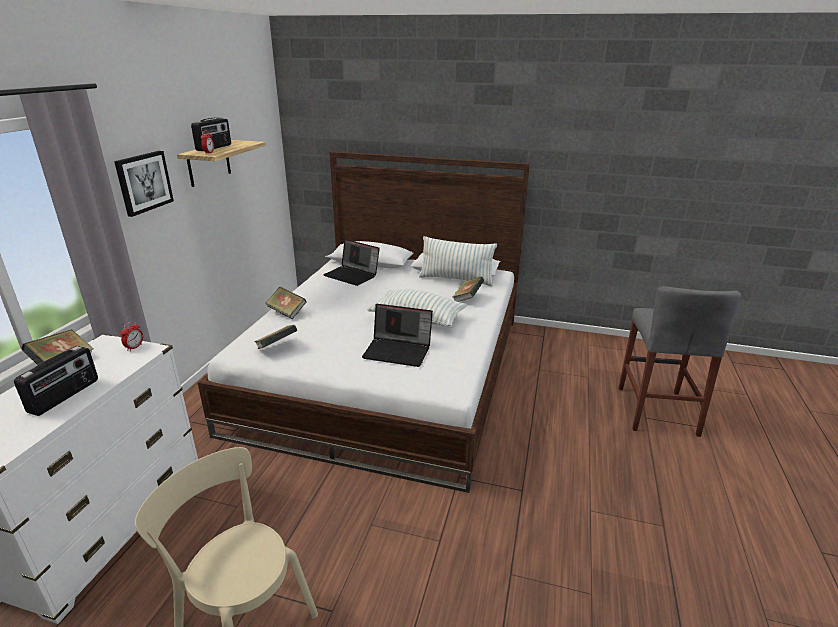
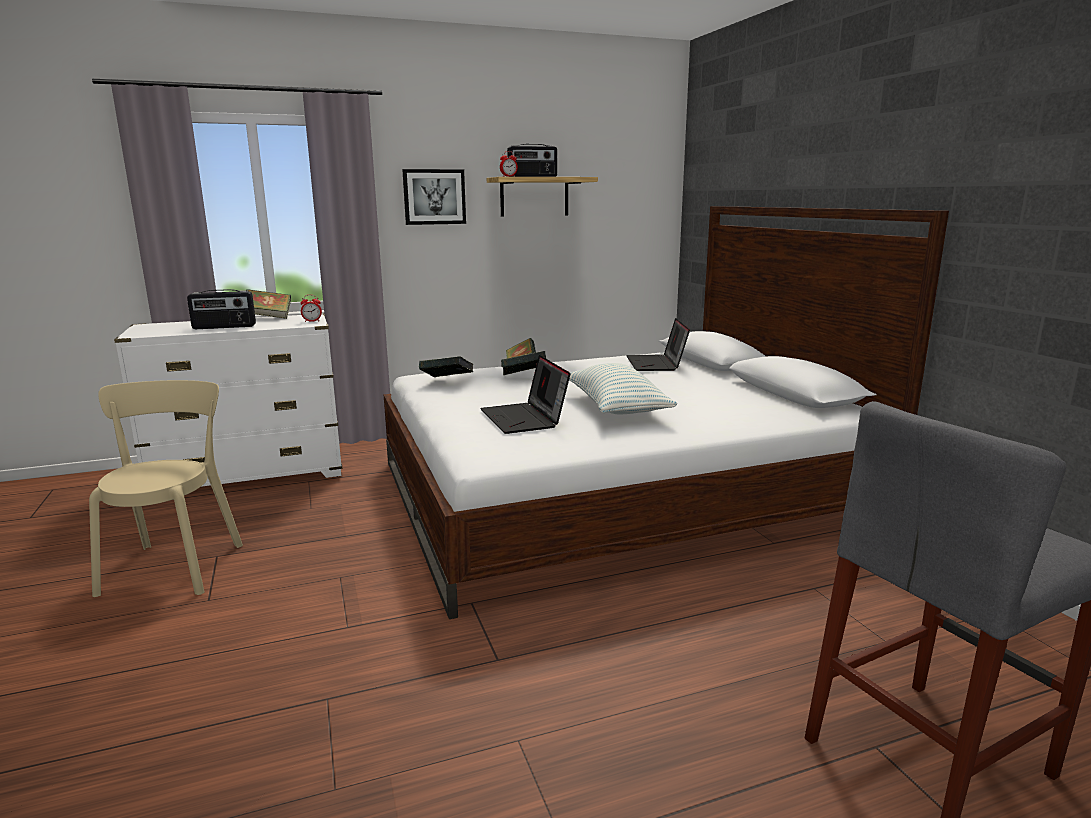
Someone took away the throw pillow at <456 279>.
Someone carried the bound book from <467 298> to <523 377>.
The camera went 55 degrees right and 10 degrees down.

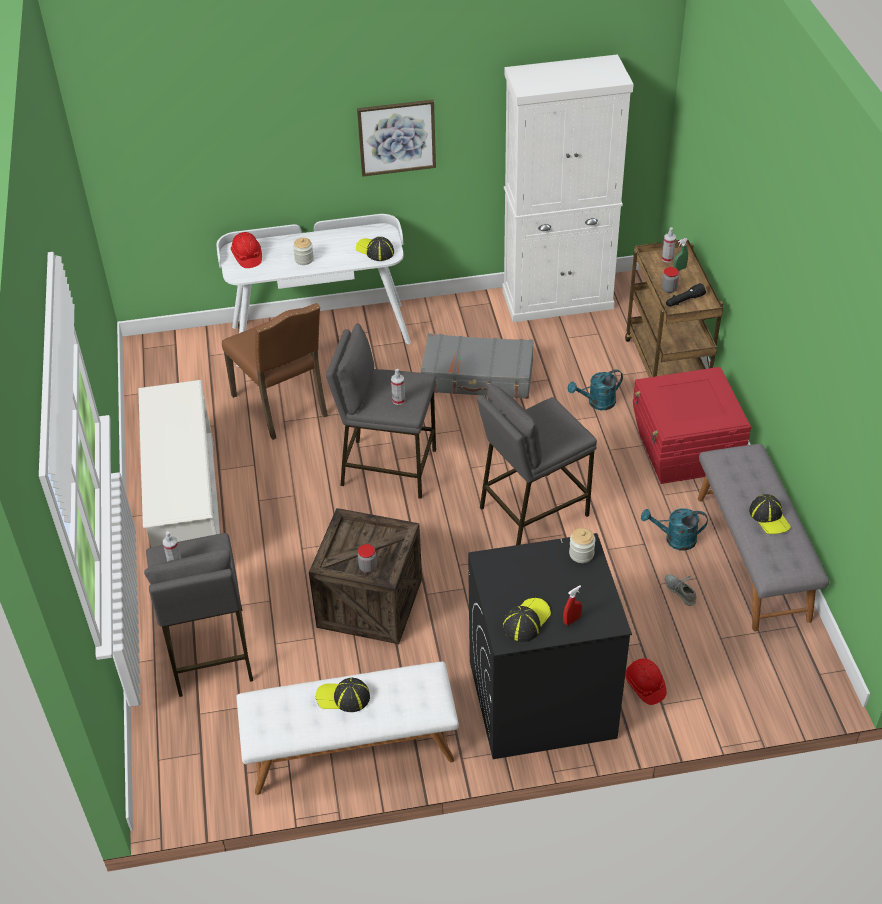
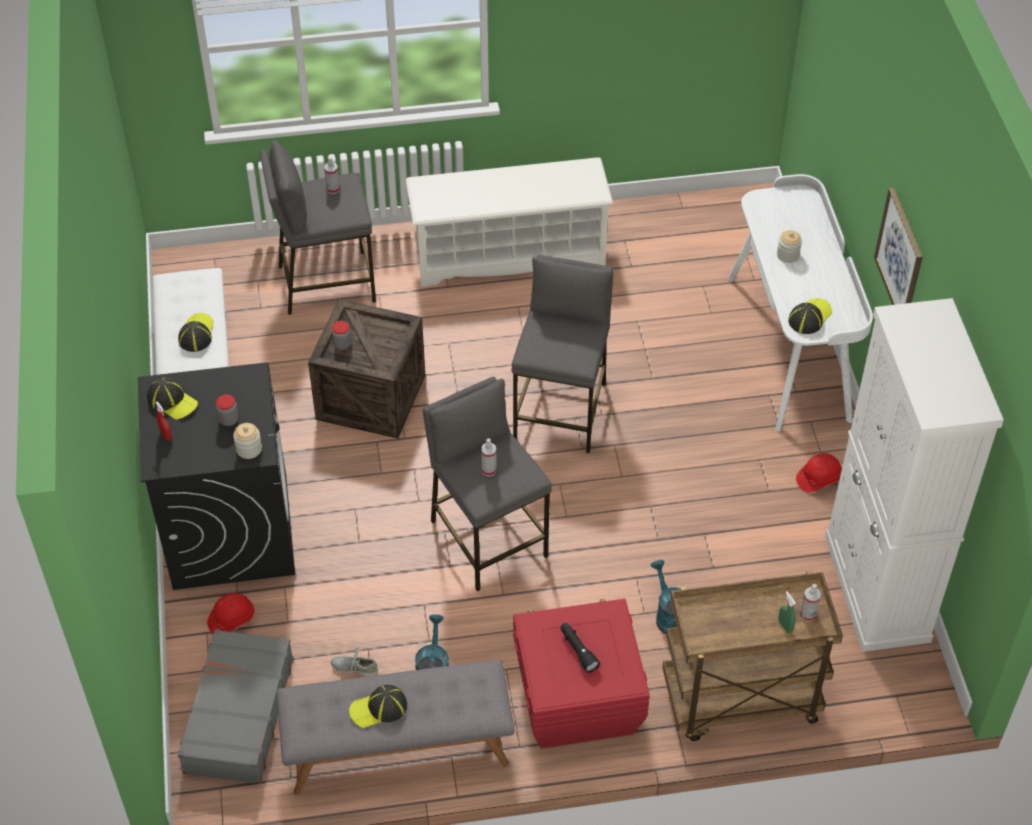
Someone carried the red-coloured work helmet from <247 257> to <818 479>.
Someone carried the storage jar from <669 289> to <229 420>.
Someone carried the black flashlight from <684 301> to <578 650>.
Someone took away the brown upright chair at <282 406>.
Someone carried the greyish piece of luggage from <478 377> to <238 715>.
Someone carried the spray bottle from <398 400> to <489 470>.
Someone rotated the greyish shoe at <680 591> by 135 degrees counterclockwise.
The camera went 90 degrees right and 5 degrees up.

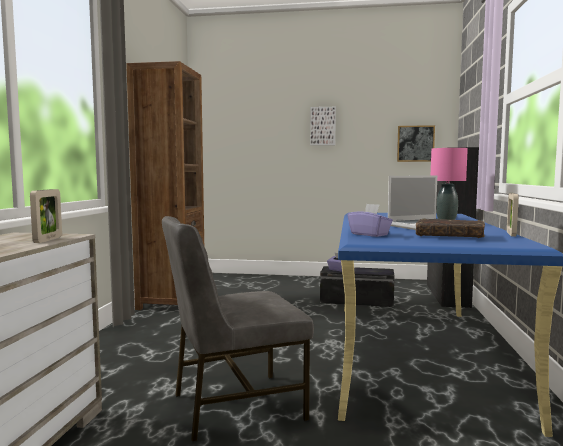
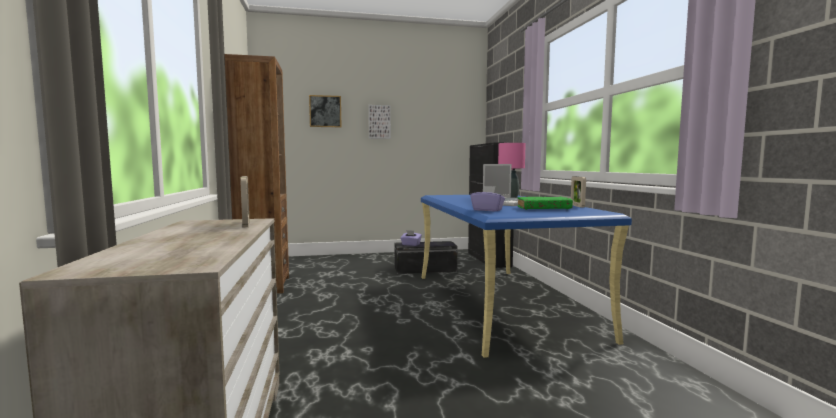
Someone carried the wall picture from <415 143> to <325 111>.
Someone took away the greyish upright chair at <235 406>.
Someone repainted the brown bound book at <449 236>, which became the green bound book at <543 209>.
The camera went 20 degrees left and 0 degrees up.

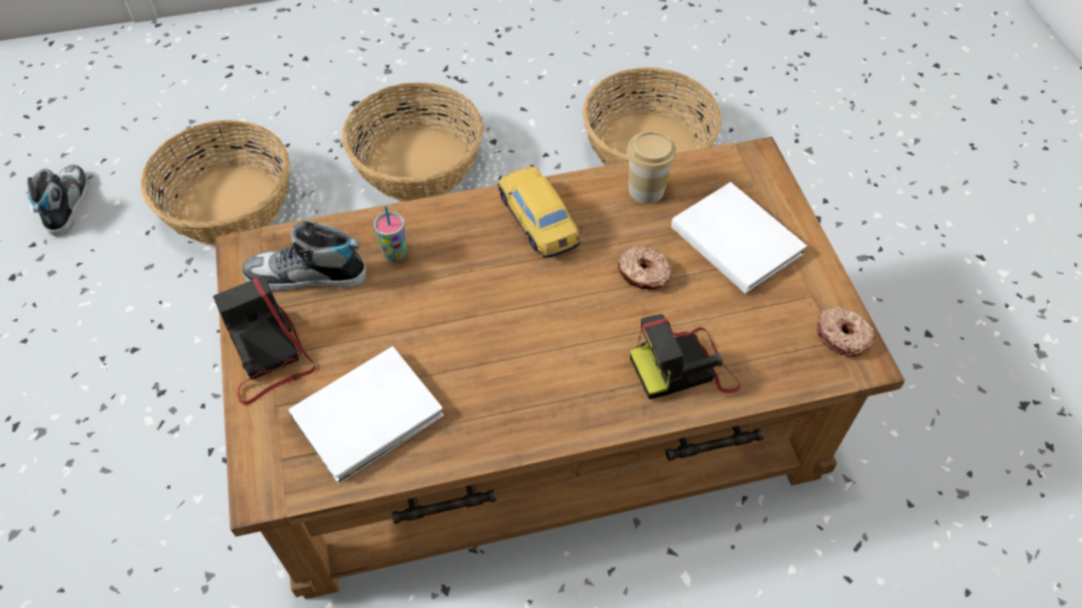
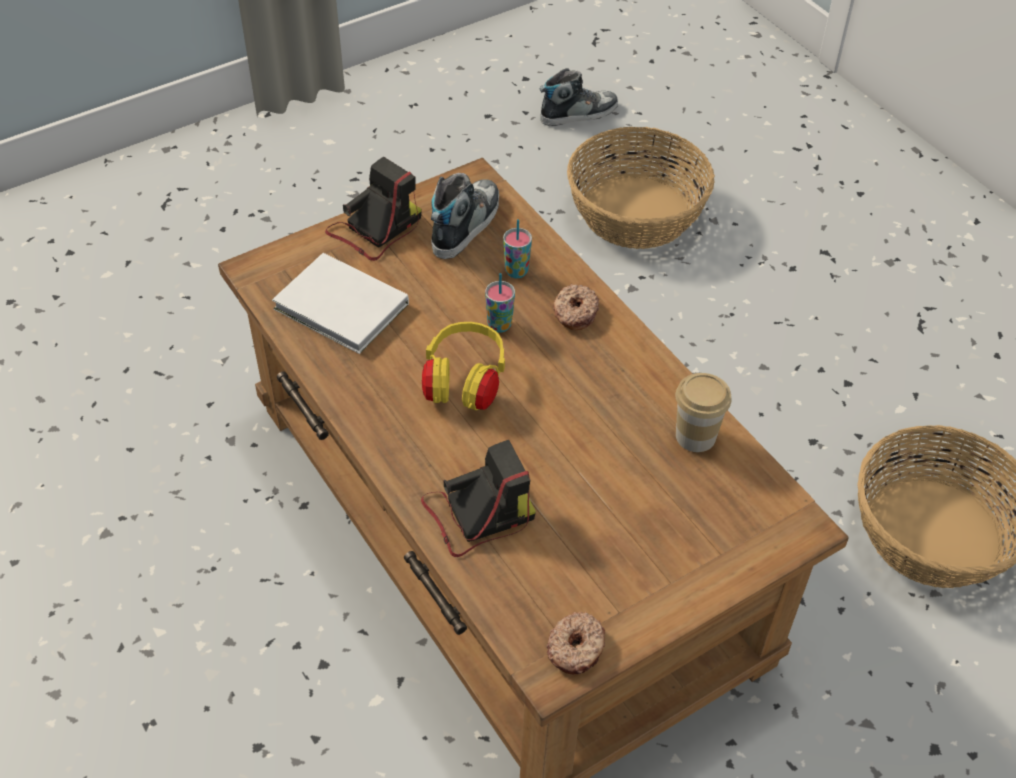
Someone took away the basket at <419 165>.
Someone took away the model car at <538 222>.
Someone took away the white bound book at <735 237>.
Someone rotated the shoe at <306 276> by 45 degrees clockwise.
Someone carried the ring doughnut from <643 274> to <574 313>.
Someone rotated the photo camera at <684 368> by 105 degrees clockwise.
Someone put down the drinking cup at <499 325>.
Someone put down the yellowish pair of headphones at <464 383>.
The camera went 70 degrees right and 5 degrees down.

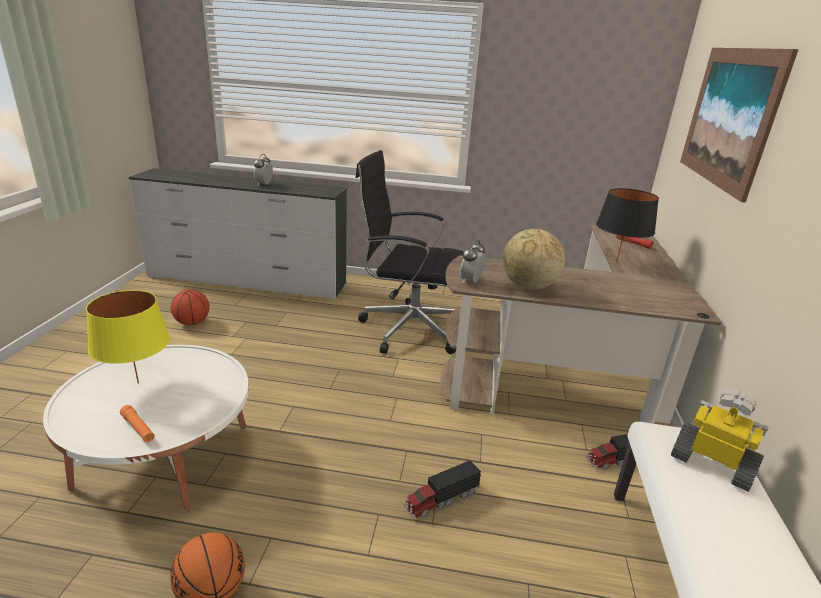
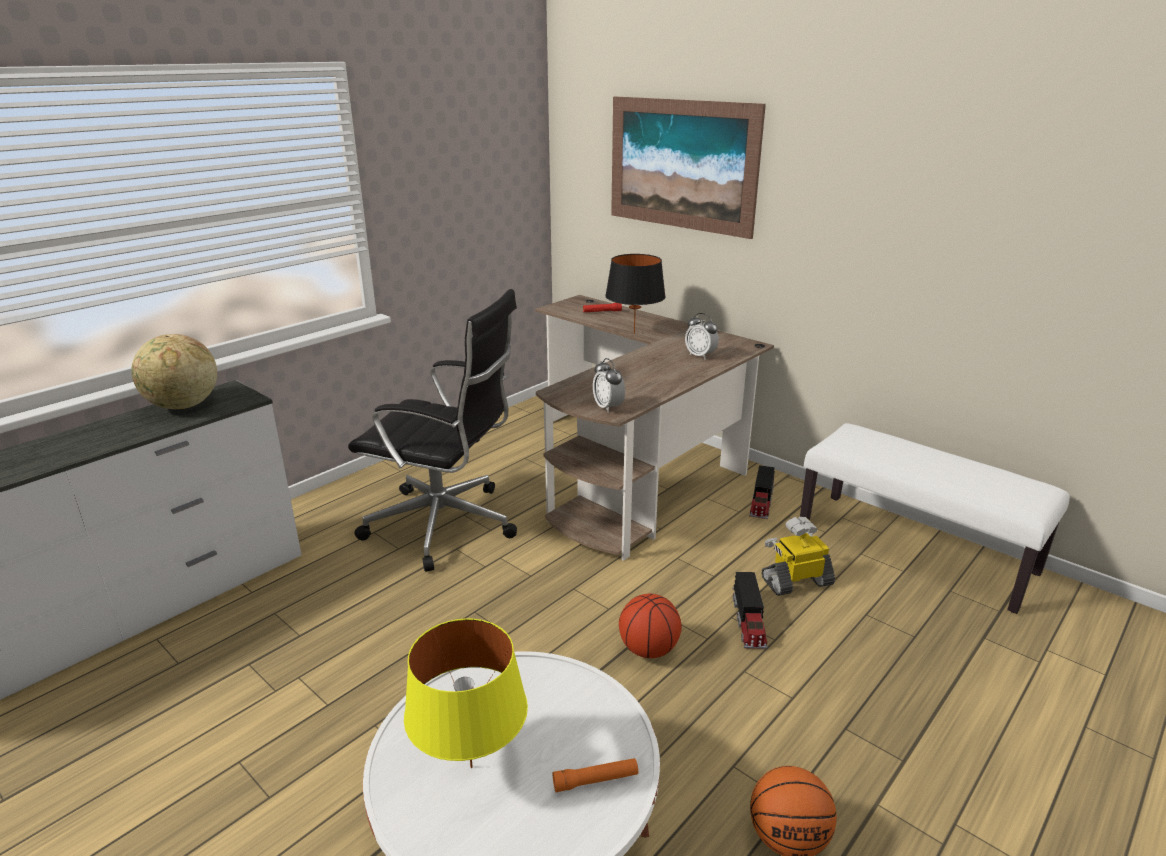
Someone rotated the black office chair at <408 328> by 120 degrees counterclockwise.
Someone carried the alarm clock from <264 184> to <700 355>.
Someone carried the desk globe from <528 286> to <183 406>.
Someone carried the basketball from <192 323> to <649 650>.
Someone carried the robot figure from <712 464> to <796 581>.
The camera went 55 degrees left and 0 degrees up.

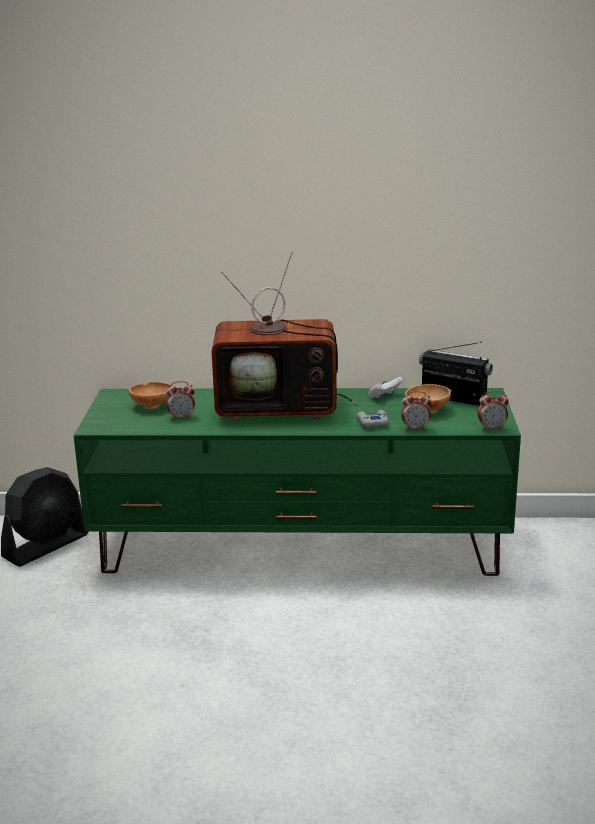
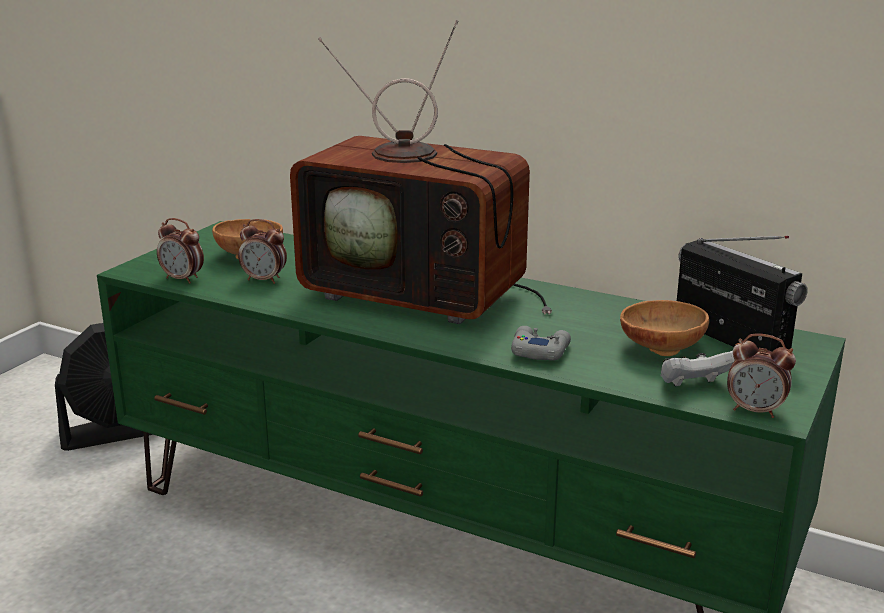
Someone carried the white joypad from <384 397> to <694 385>.
Someone carried the alarm clock from <415 428> to <183 279>.
The camera went 25 degrees right and 0 degrees up.

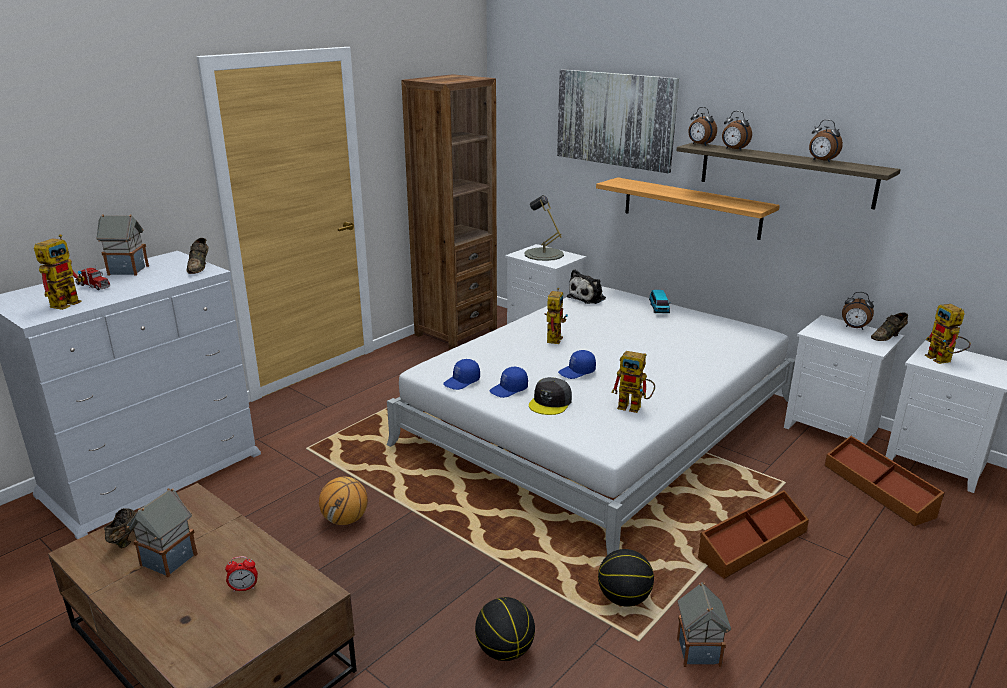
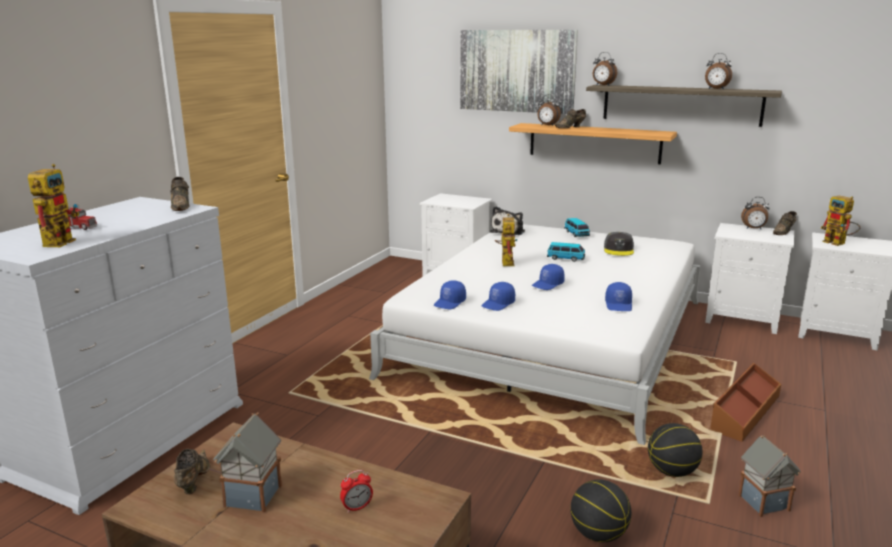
Someone took away the brown shelving unit at <455 332>.
Someone carried the alarm clock from <733 149> to <547 125>.
Someone took away the greyish tabletop lamp at <543 254>.
Someone took away the model house at <127 270>.
Someone swapped the robot figure at <635 407> for the blue-coloured baseball cap at <619 305>.
Someone carried the greyish baseball cap from <550 402> to <619 250>.
Someone took away the brown storage bin at <879 490>.
Someone took away the basketball at <345 520>.
Someone put down the brown shoe at <571 127>.
Someone put down the model car at <566 258>.
The camera went 15 degrees left and 5 degrees down.

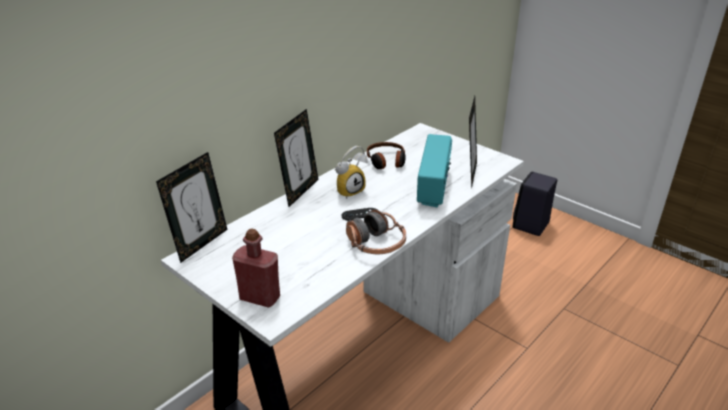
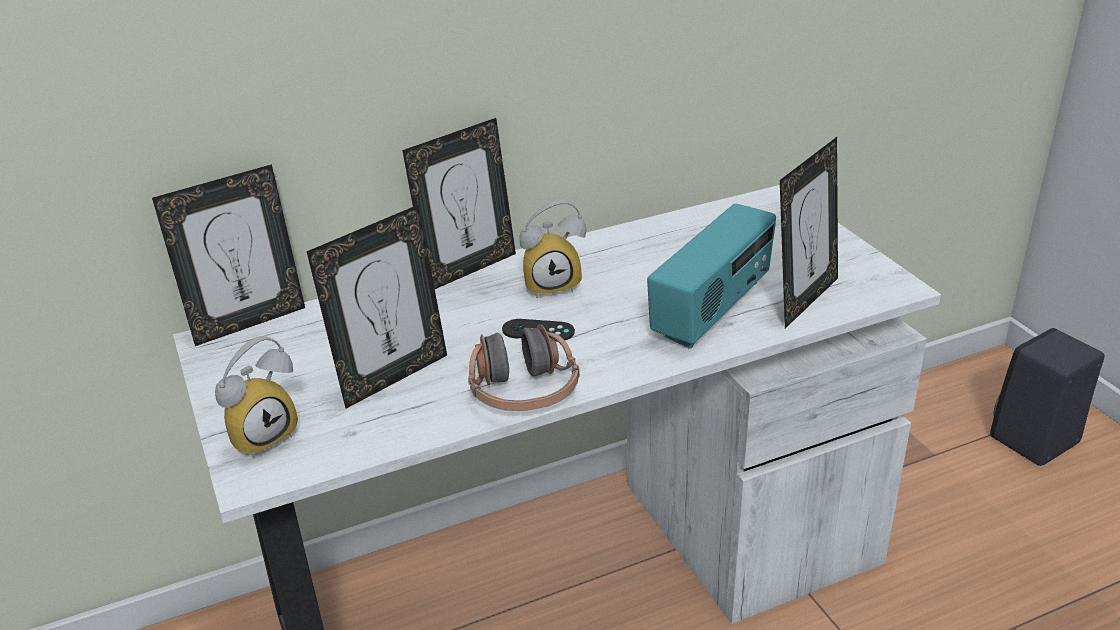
Someone took away the pair of headphones at <386 161>.
Someone swapped the red-coloured drink bottle at <260 297> for the alarm clock at <262 434>.
Someone put down the picture frame at <391 376>.
The camera went 25 degrees right and 0 degrees up.

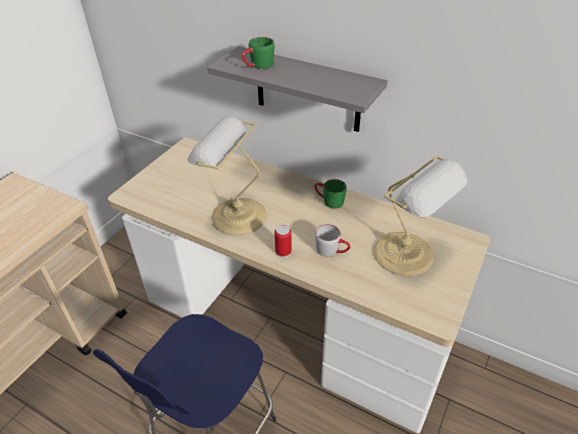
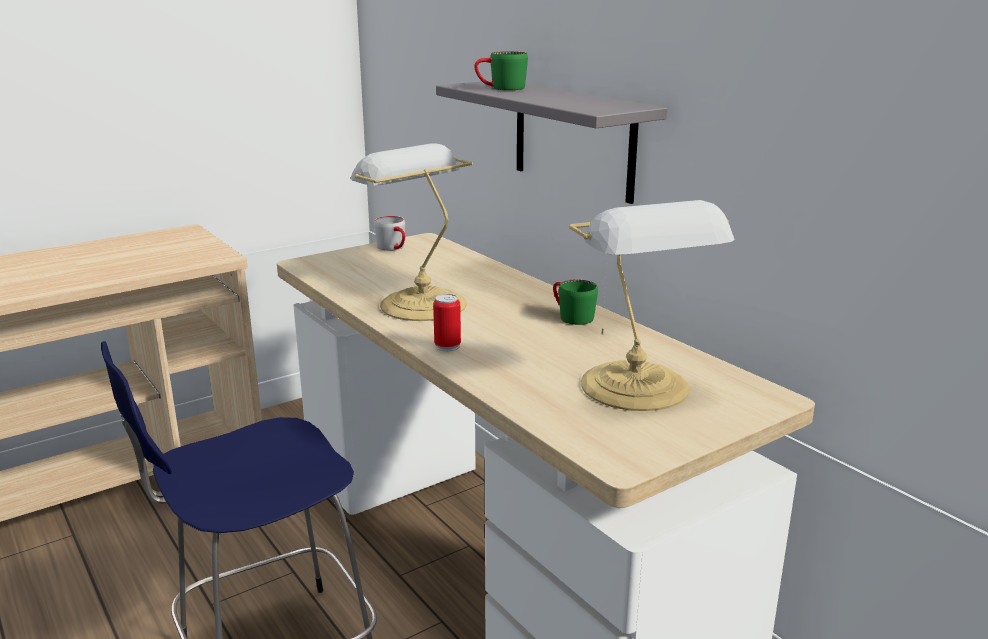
Someone carried the greyish coffee mug from <332 250> to <394 248>.
The camera went 25 degrees right and 20 degrees down.

